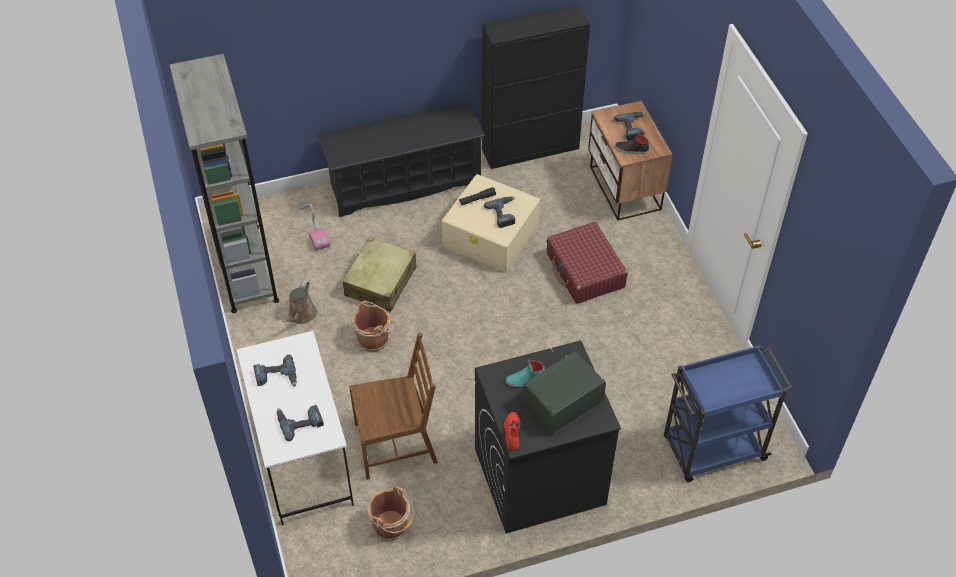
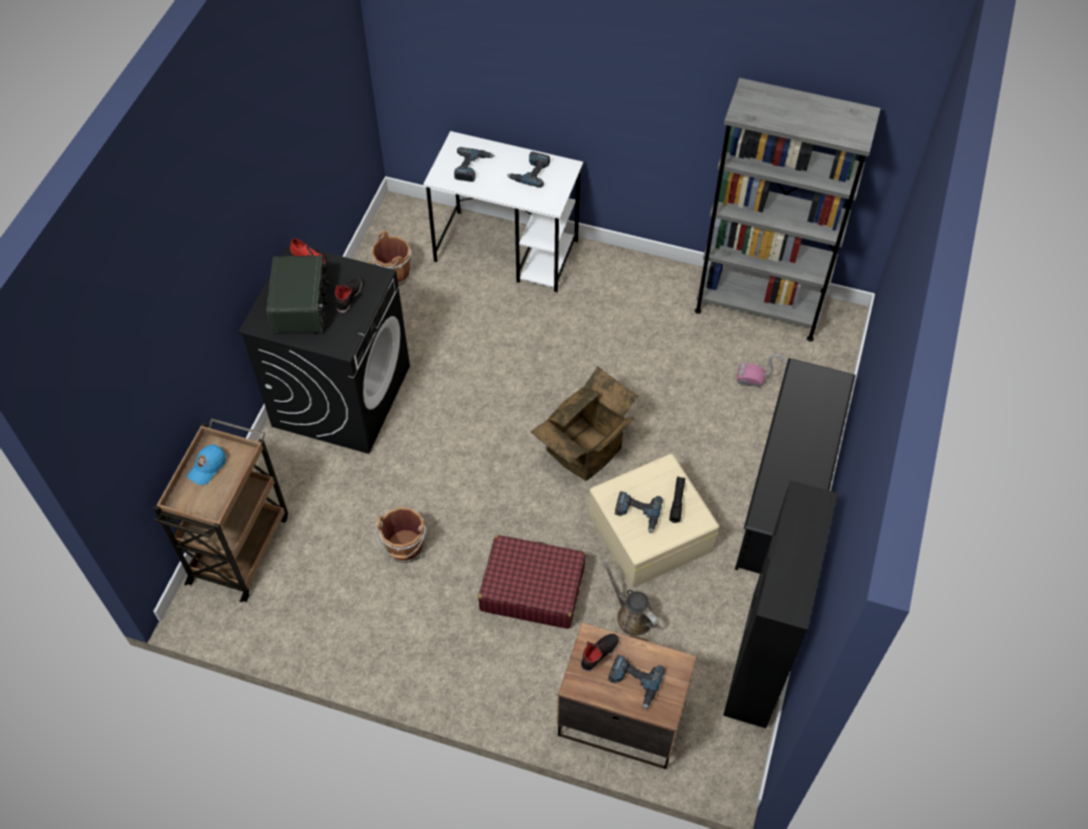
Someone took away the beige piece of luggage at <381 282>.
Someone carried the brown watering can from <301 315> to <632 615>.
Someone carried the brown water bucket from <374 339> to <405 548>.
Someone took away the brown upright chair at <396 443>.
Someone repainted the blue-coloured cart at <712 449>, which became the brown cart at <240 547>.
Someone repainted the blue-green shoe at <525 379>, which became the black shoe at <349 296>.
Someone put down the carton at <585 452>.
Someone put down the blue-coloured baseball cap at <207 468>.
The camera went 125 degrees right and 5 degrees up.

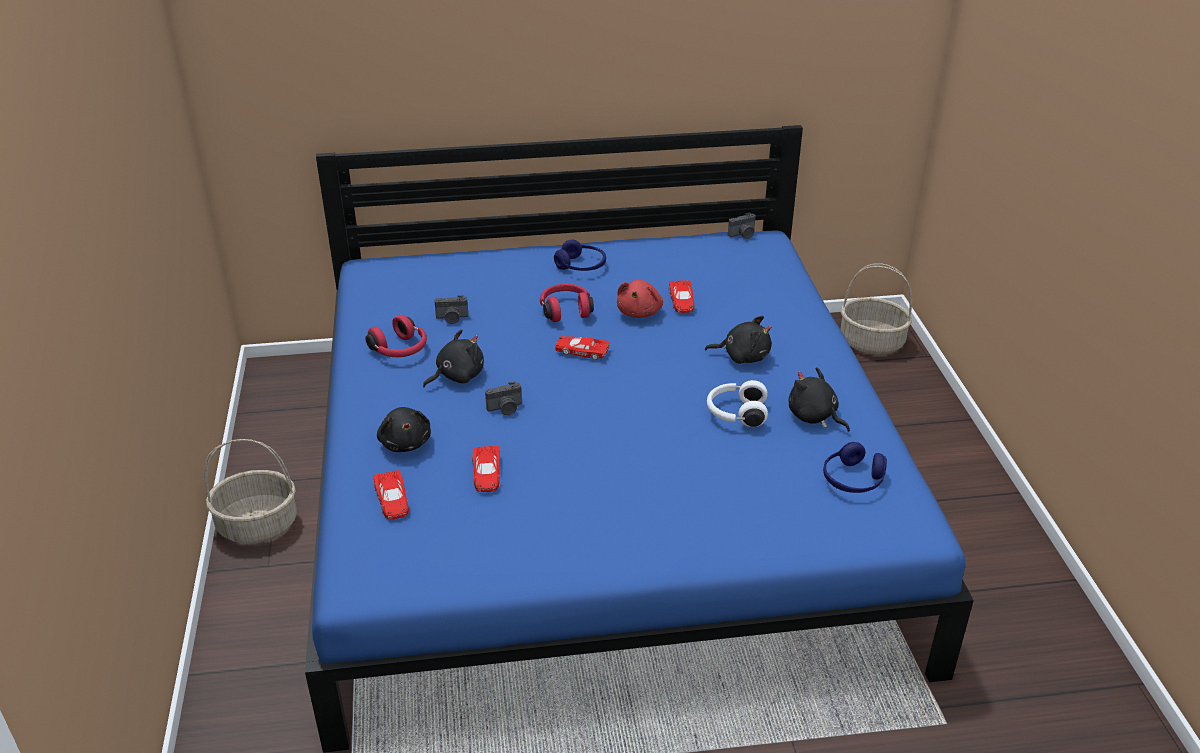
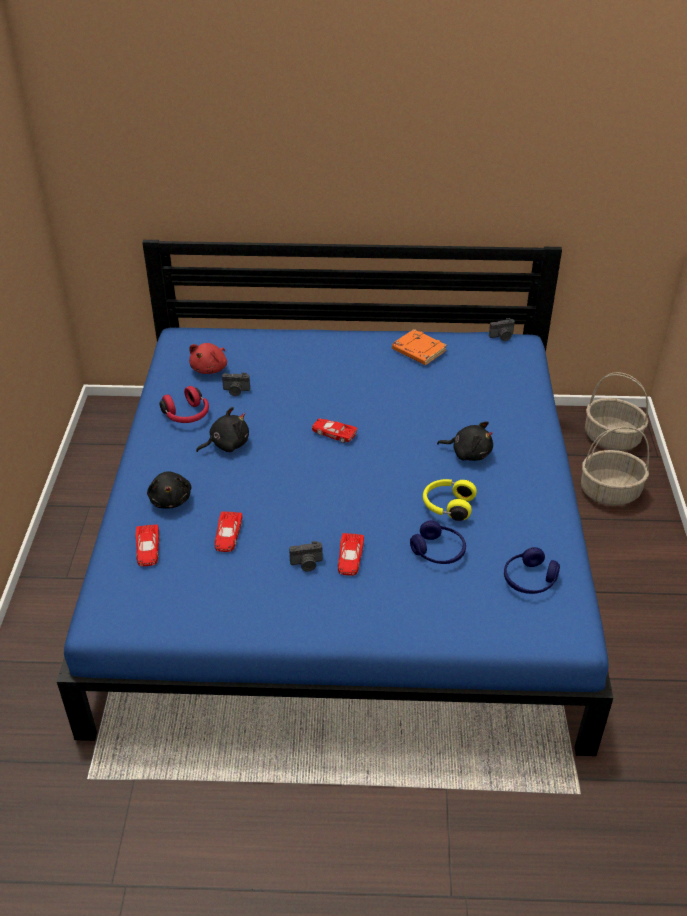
Someone carried the blue-coloured pair of headphones from <581 266> to <438 551>.
Someone carried the red-coloured soft toy from <640 312> to <210 368>.
Someone carried the red-coloured model car from <681 301> to <349 557>.
Someone took away the red-coloured pair of headphones at <565 310>.
Someone took away the black soft toy at <814 417>.
Someone repainted the white pair of headphones at <736 414>, which became the yellowish pair of headphones at <447 506>.
Someone carried the photo camera from <505 408> to <307 564>.
Someone carried the basket from <257 526> to <609 492>.
Someone put down the orange-coloured bound book at <418 351>.
The camera went 10 degrees right and 5 degrees up.

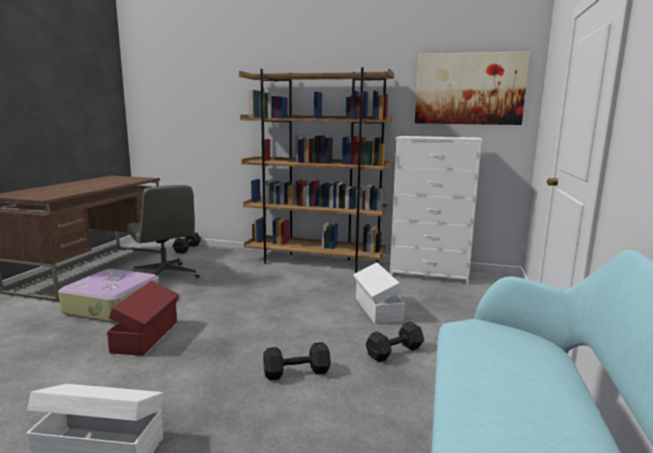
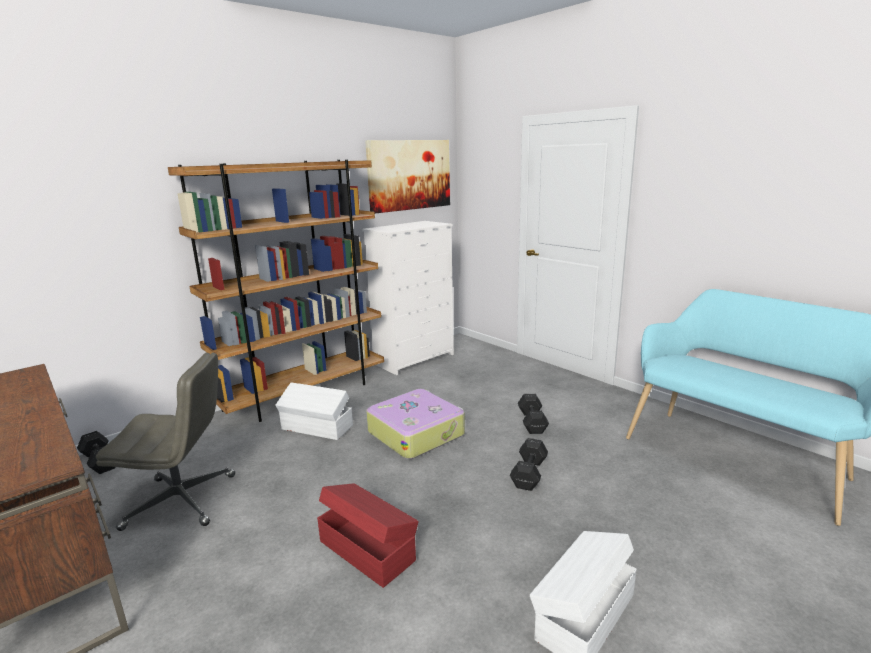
Someone carried the white storage bin from <377 310> to <317 428>.
Someone carried the piece of luggage from <114 305> to <416 433>.
The camera went 55 degrees left and 5 degrees up.

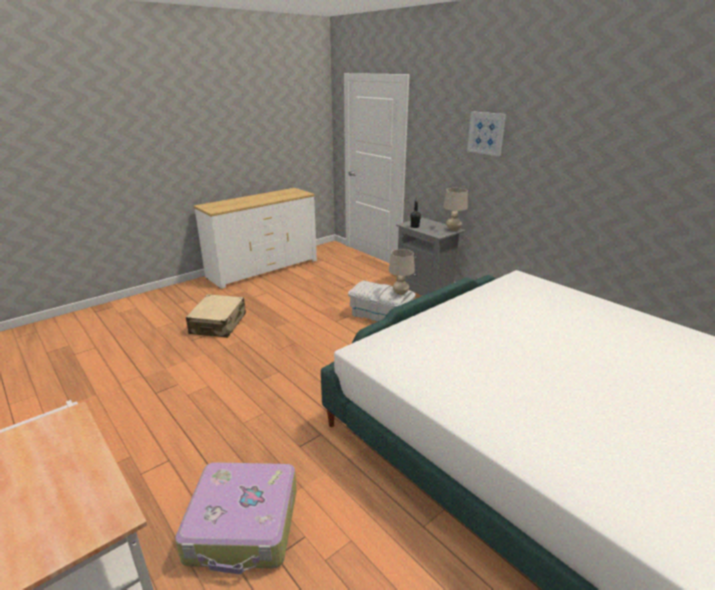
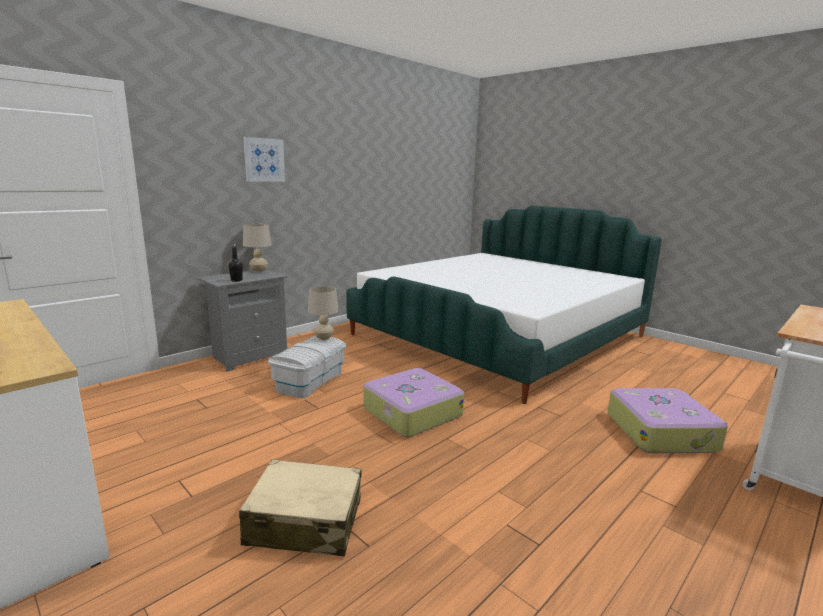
Someone put down the piece of luggage at <411 412>.
The camera went 95 degrees left and 10 degrees down.

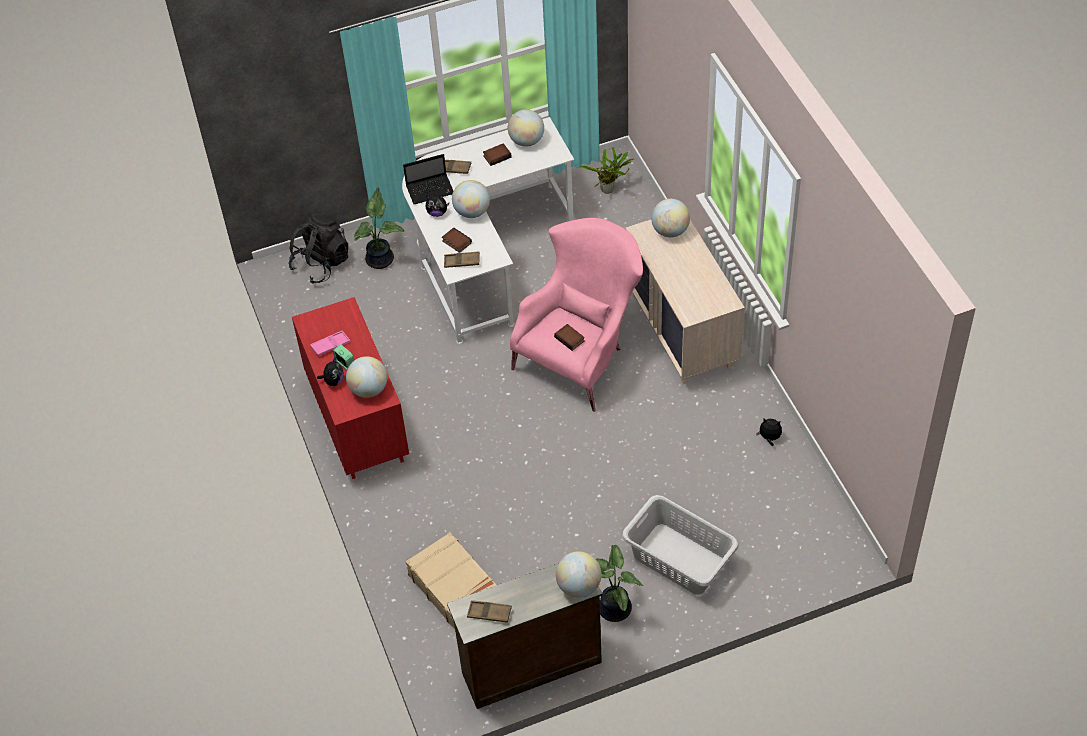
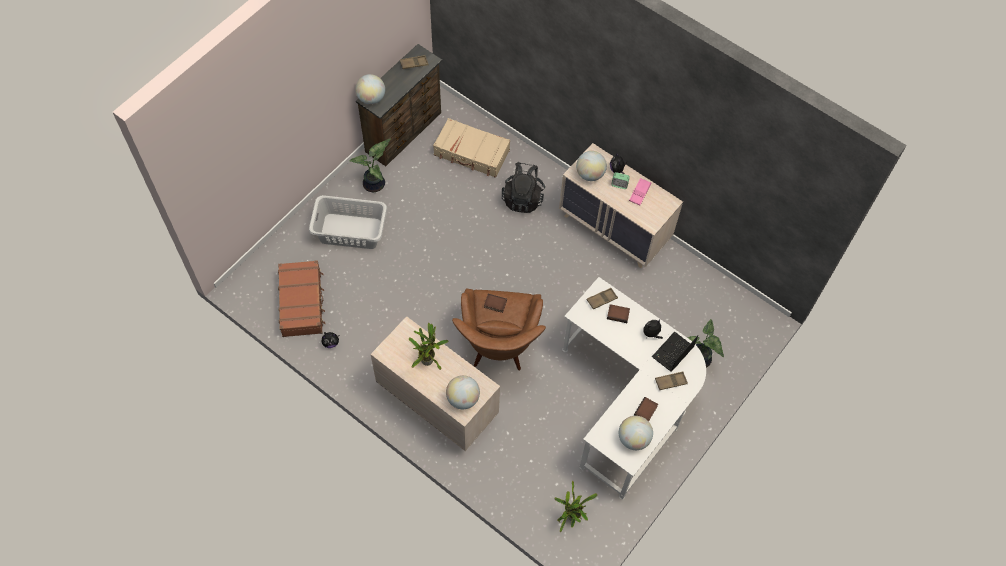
Someone took away the desk globe at <472 212>.
Someone carried the black knapsack from <321 264> to <523 198>.
Someone repainted the pinkish armchair at <582 354>, which became the brown armchair at <499 349>.
Someone repainted the red-coloured dresser at <357 421>, which became the beige dresser at <614 229>.
Someone put down the brown piece of luggage at <302 302>.
Someone put down the houseplant at <428 359>.
The camera went 145 degrees right and 10 degrees up.

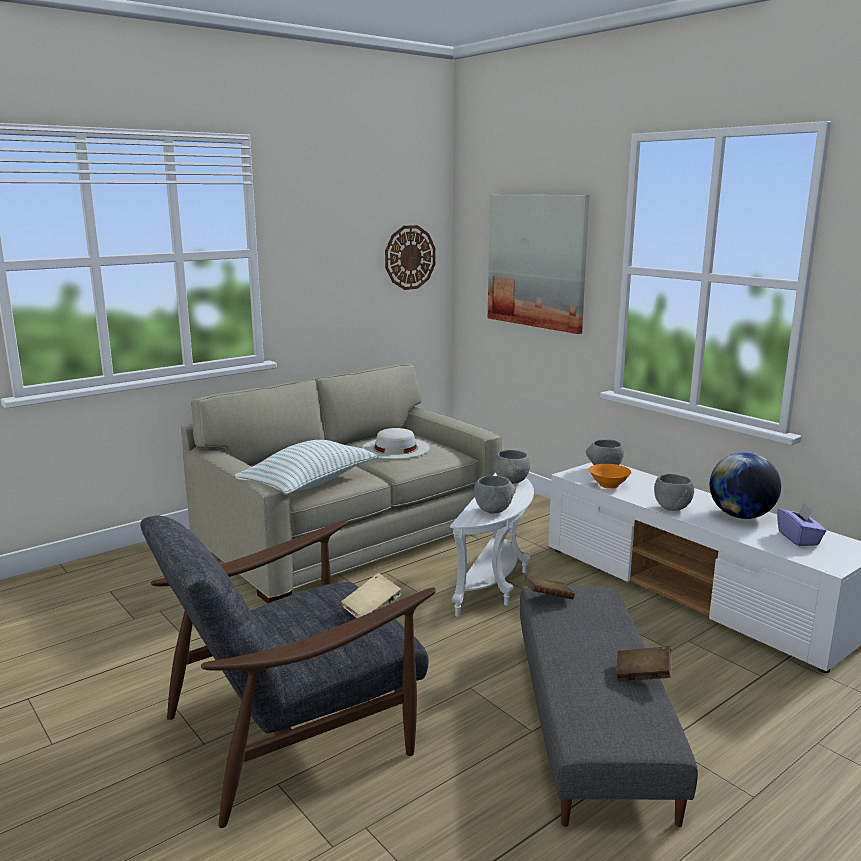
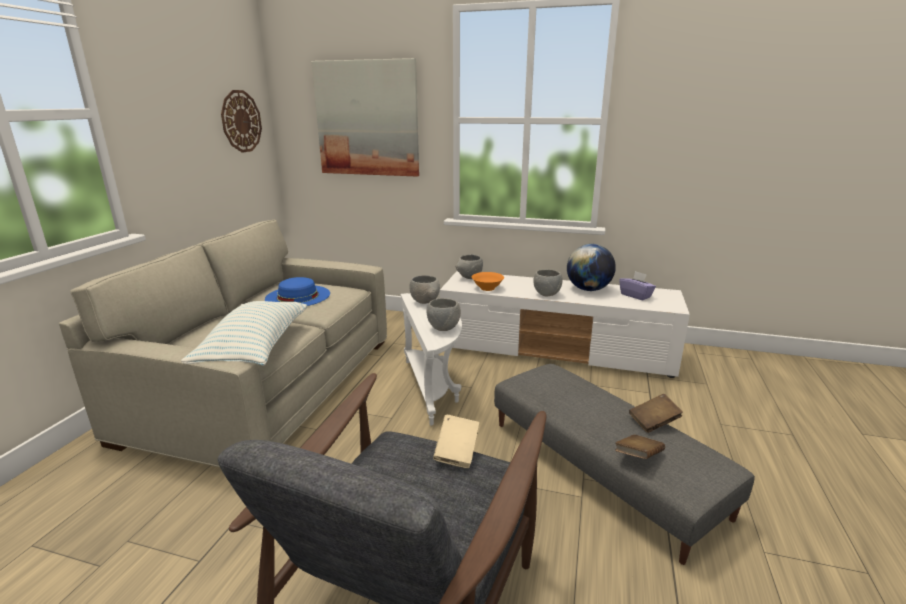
Someone repainted the white clothing hat at <395 448>, which became the blue-coloured clothing hat at <297 296>.
Someone carried the brown bound book from <548 598> to <638 457>.
The camera went 35 degrees left and 5 degrees up.

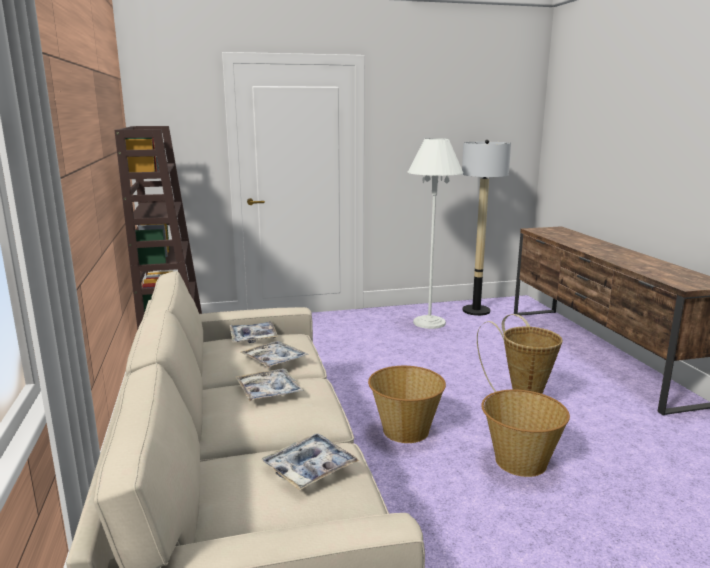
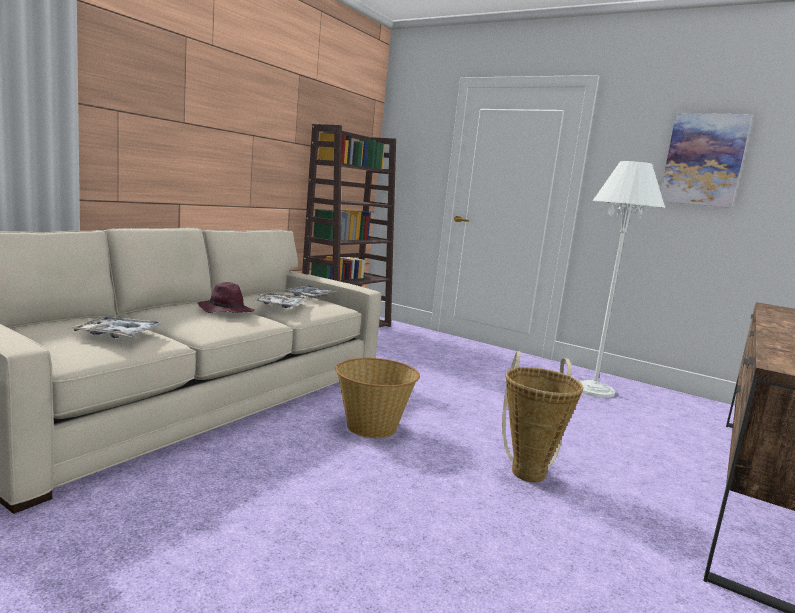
Someone took away the floor lamp at <476 311>.
Someone swapped the serving tray at <269 391> for the purplish clothing hat at <225 311>.
Someone took away the basket at <519 461>.
Someone put up the wall picture at <703 160>.
The camera went 45 degrees right and 5 degrees down.

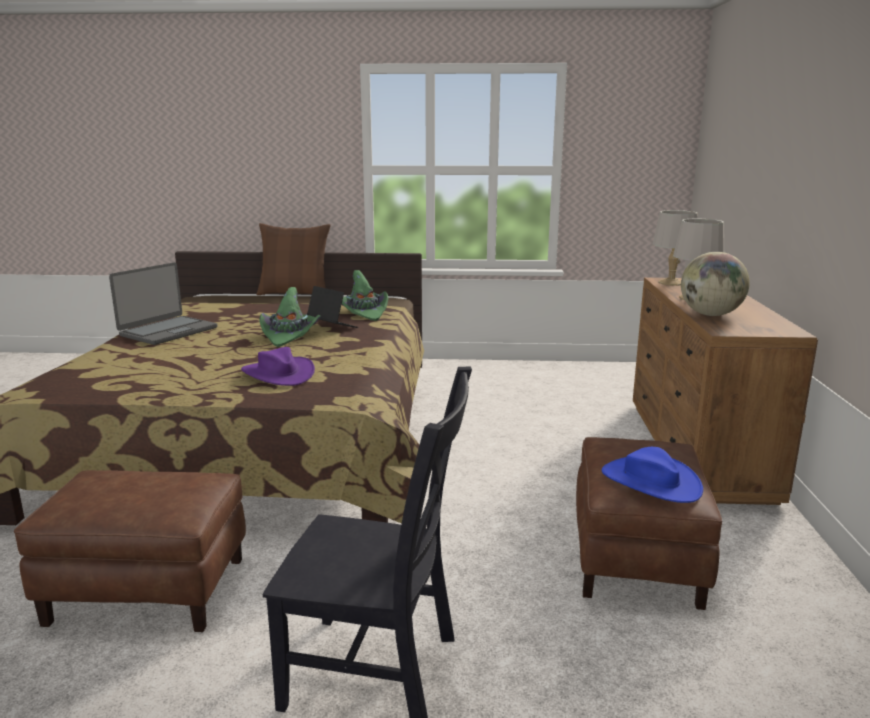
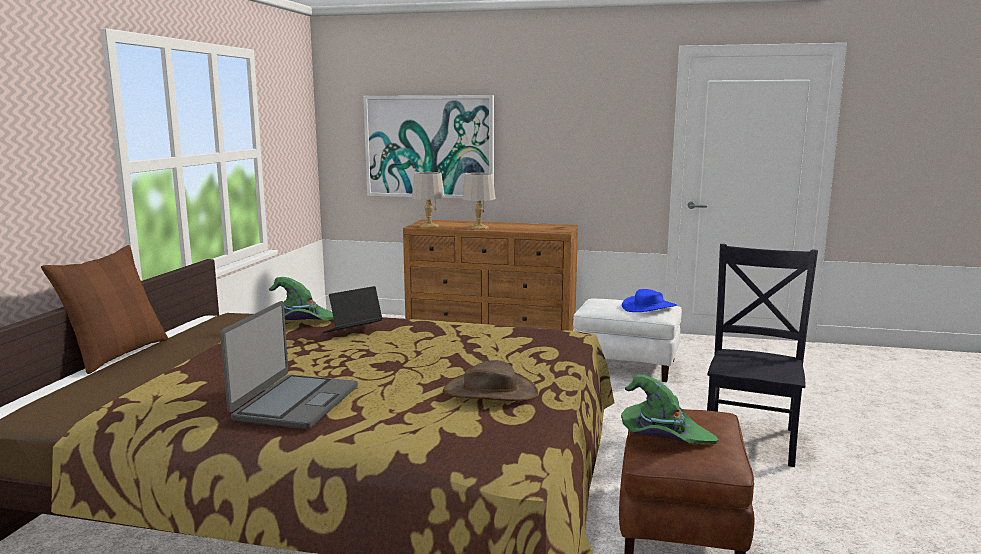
Someone took away the desk globe at <710 315>.
Someone rotated the laptop at <168 331> by 60 degrees clockwise.
Someone carried the green clothing hat from <289 335> to <663 436>.
Someone took away the purplish clothing hat at <278 374>.
Someone repainted the brown pouffe at <637 559>, which became the white pouffe at <626 365>.
Someone put up the wall picture at <429 147>.
Someone put down the brown clothing hat at <490 392>.
The camera went 80 degrees left and 5 degrees down.

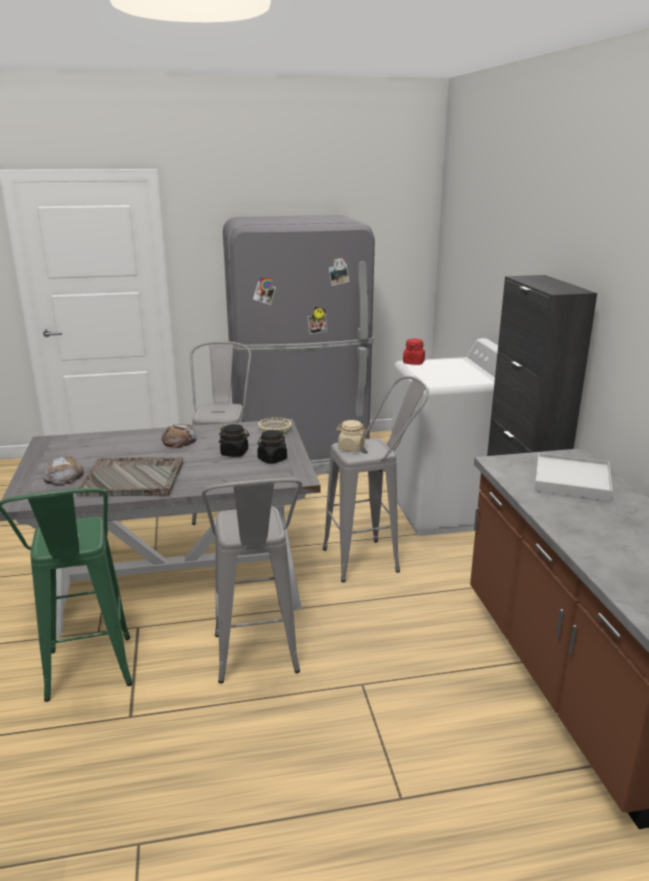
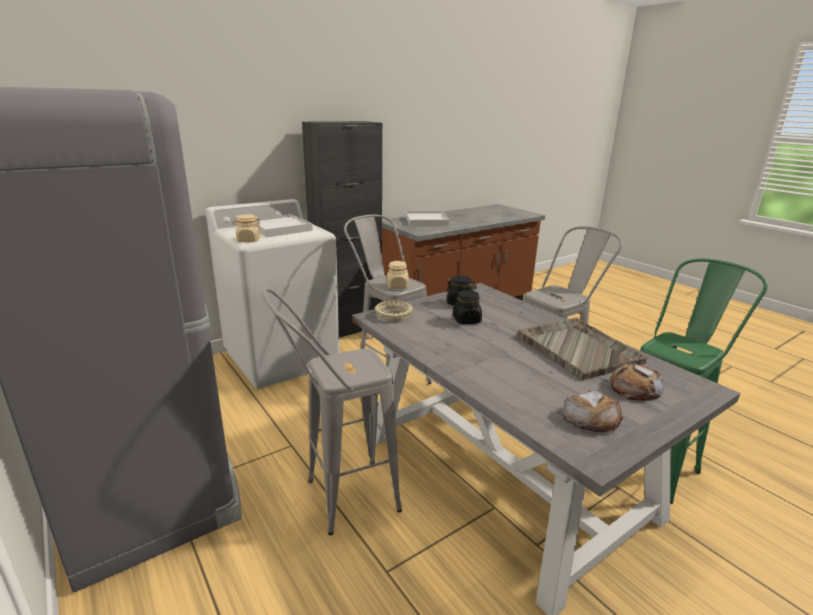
Someone repainted the red-coloured storage jar at <413 362>, which became the beige storage jar at <248 240>.
Someone carried the bread from <179 440> to <591 418>.
Someone put down the white serving tray at <279 228>.
The camera went 115 degrees left and 0 degrees up.

